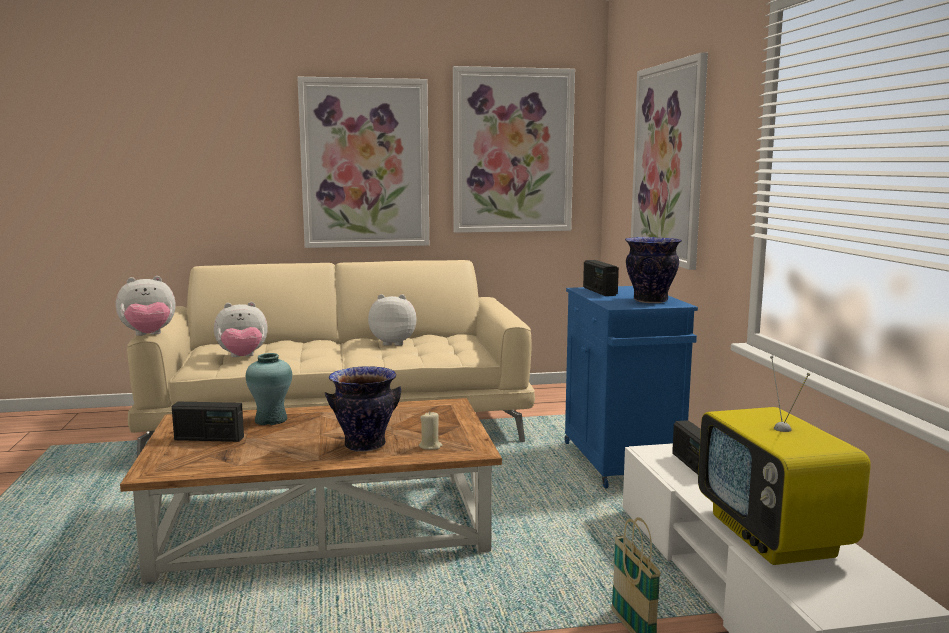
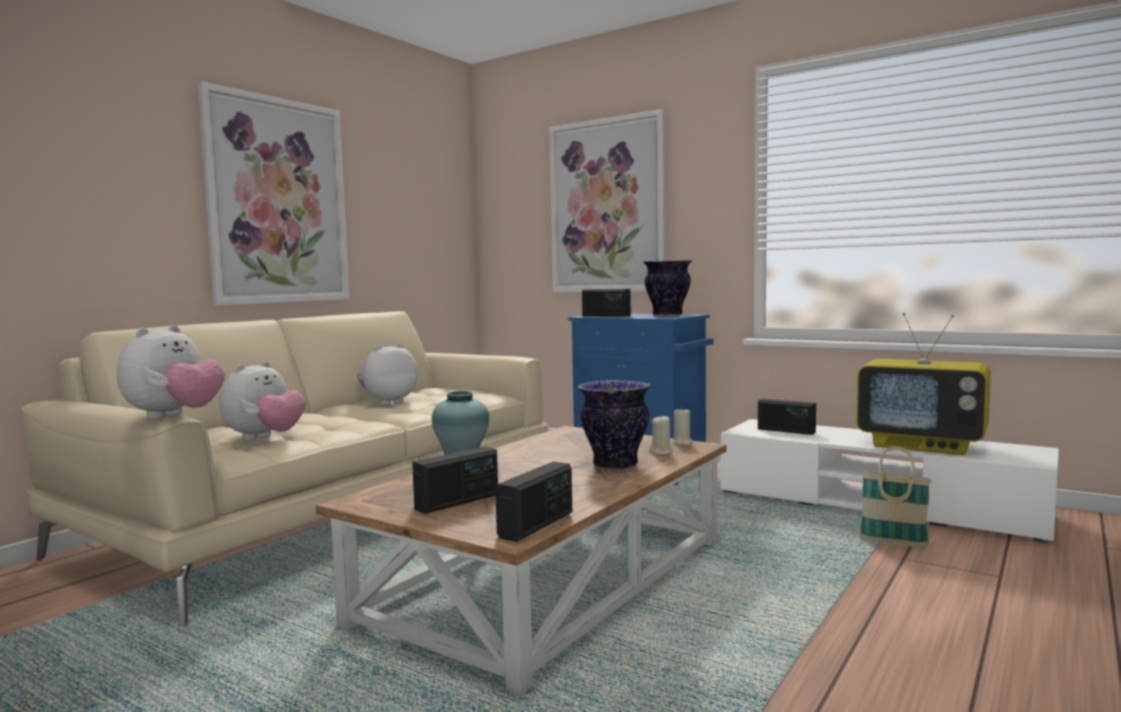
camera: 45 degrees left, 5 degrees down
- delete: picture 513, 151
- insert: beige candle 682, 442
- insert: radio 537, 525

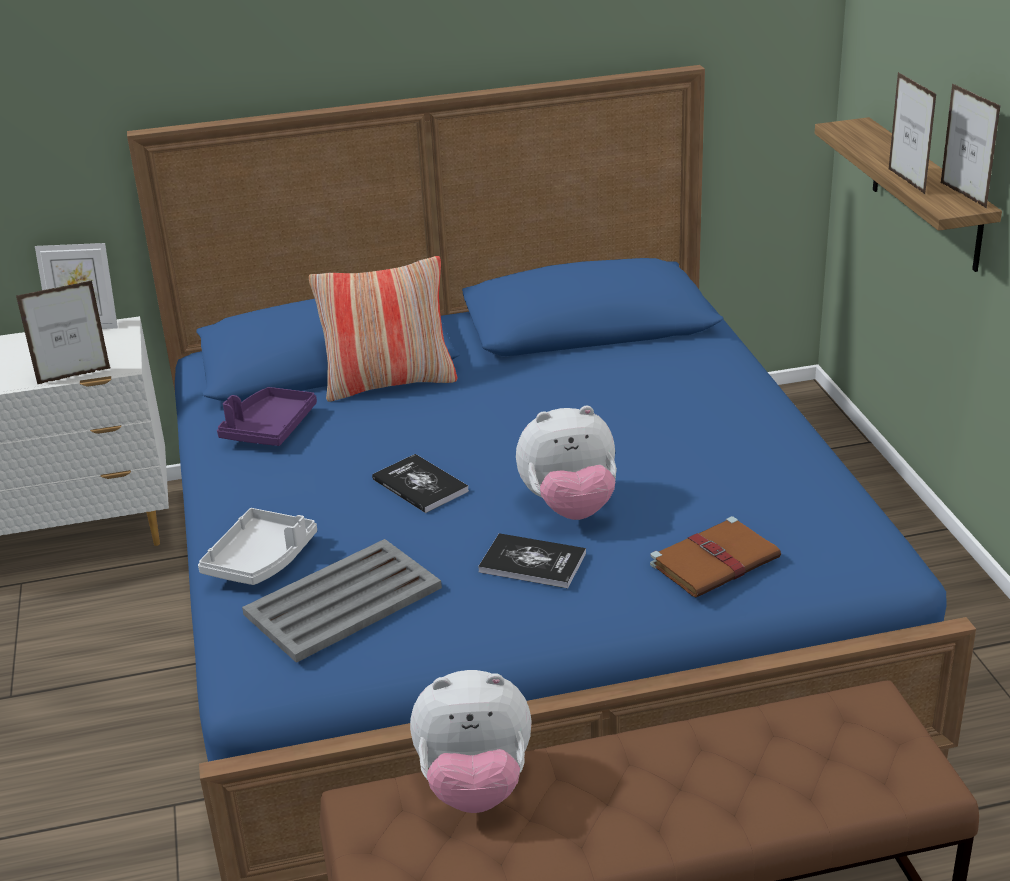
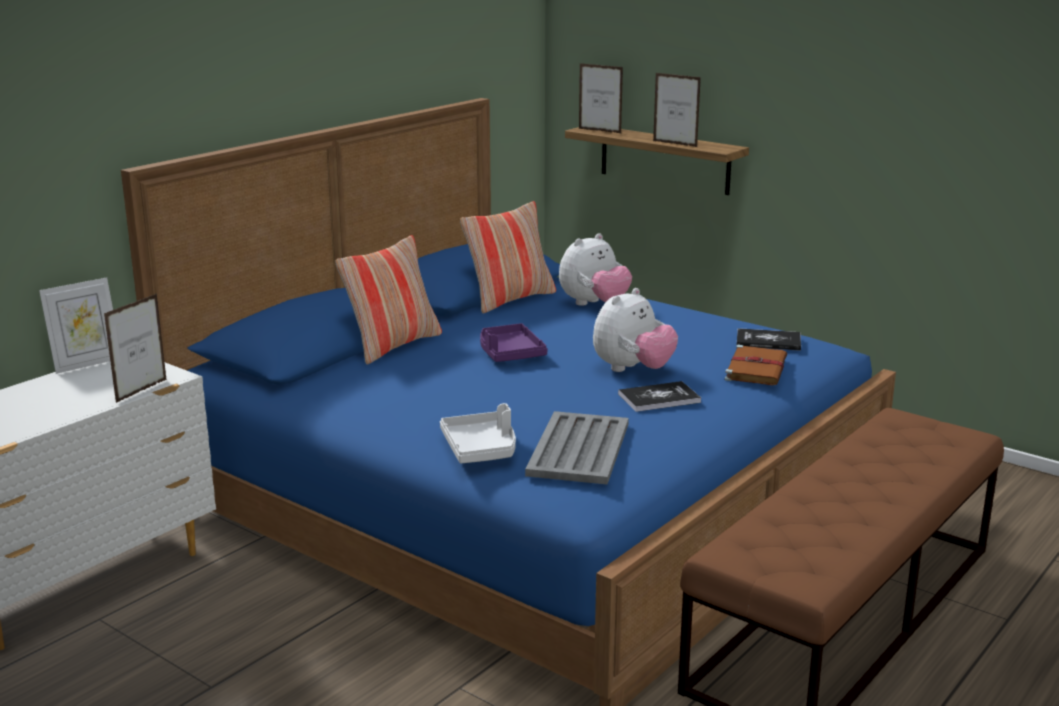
camera: 40 degrees left, 10 degrees down
- move: picture frame 963, 195 to 599, 131
- move: purple tray 269, 428 to 509, 353
- move: book 420, 485 to 768, 341
- move: plush toy 475, 786 to 594, 304
- insert: pillow 510, 299

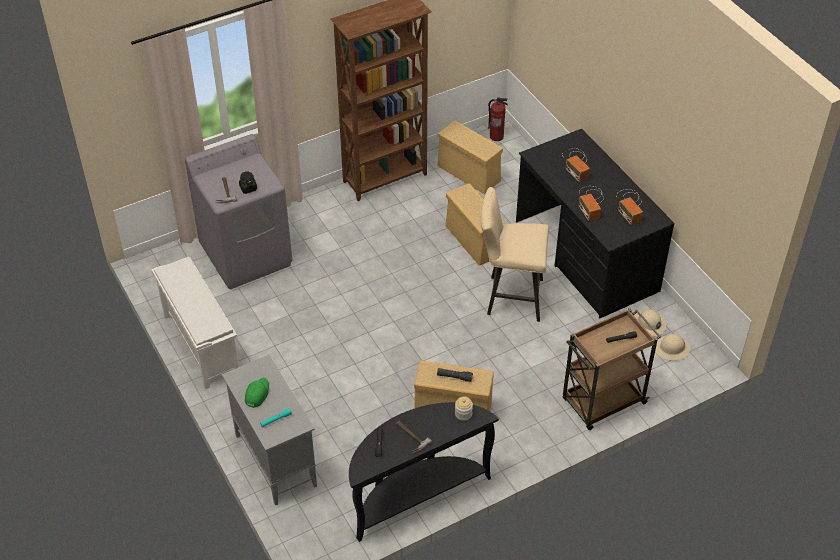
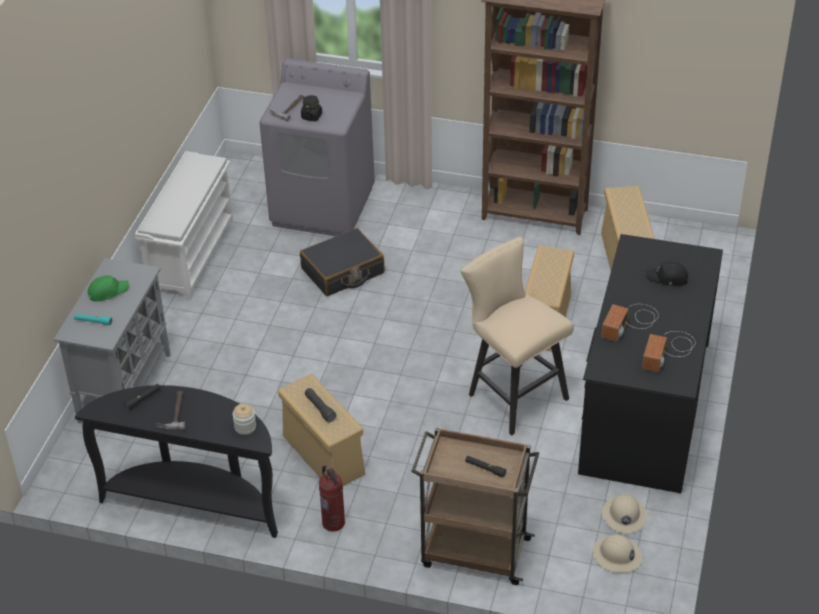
camera: 45 degrees right, 5 degrees down
- move: fire extinguisher 496, 136 to 334, 523
- replace: radio 576, 163 to black cap 667, 278
- insert: black suitcase 342, 271

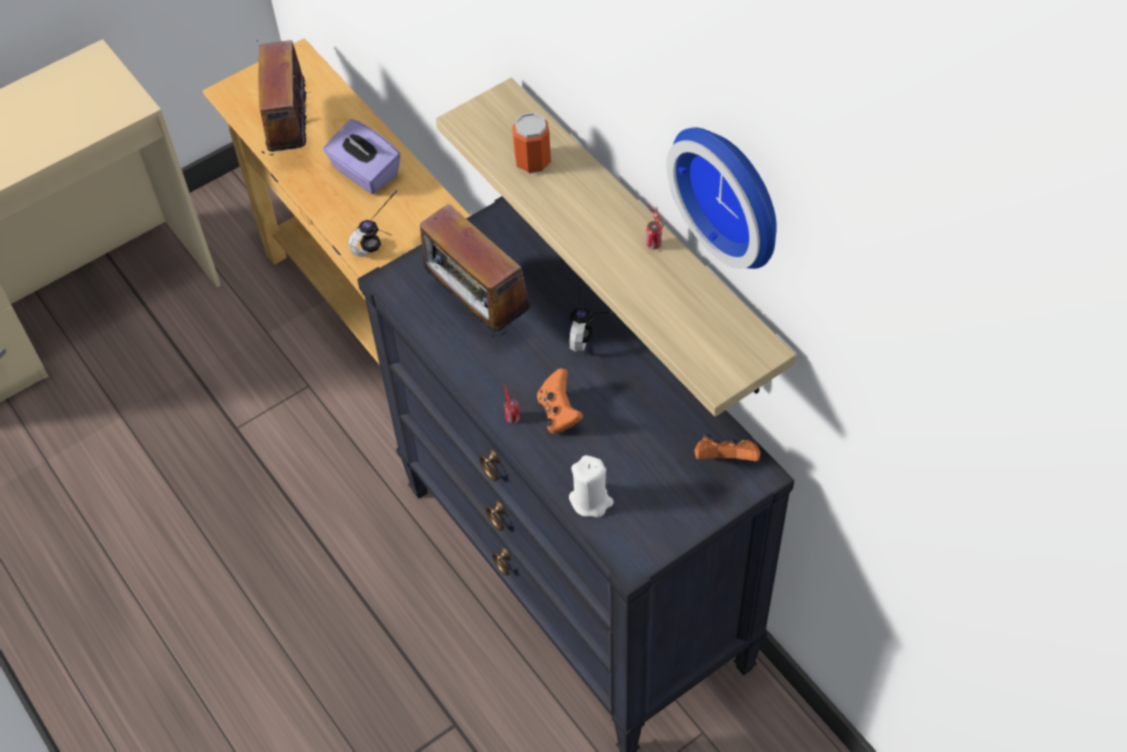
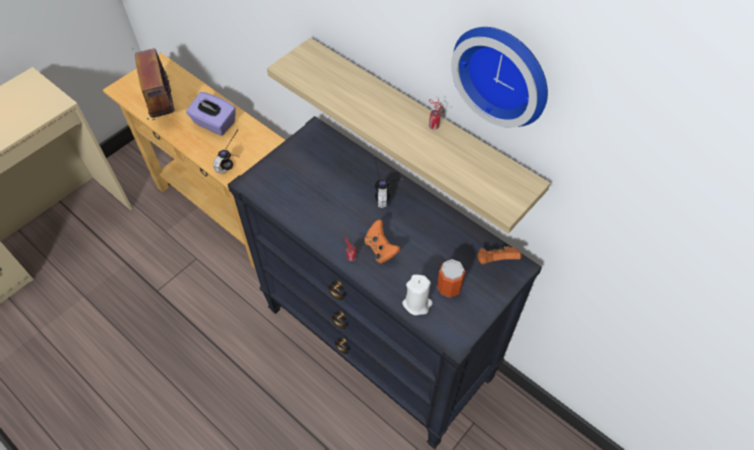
camera: 15 degrees left, 0 degrees up
- move: can 533, 161 to 449, 287
- delete: radio 477, 310

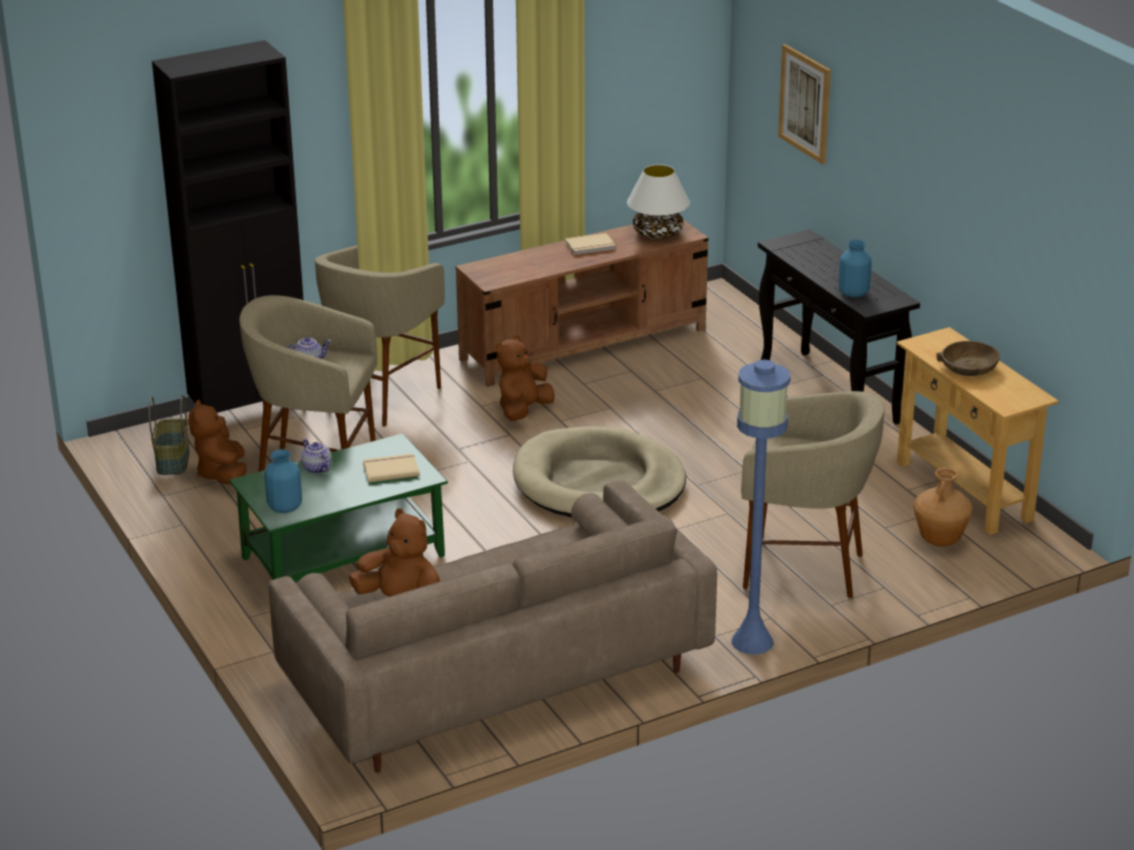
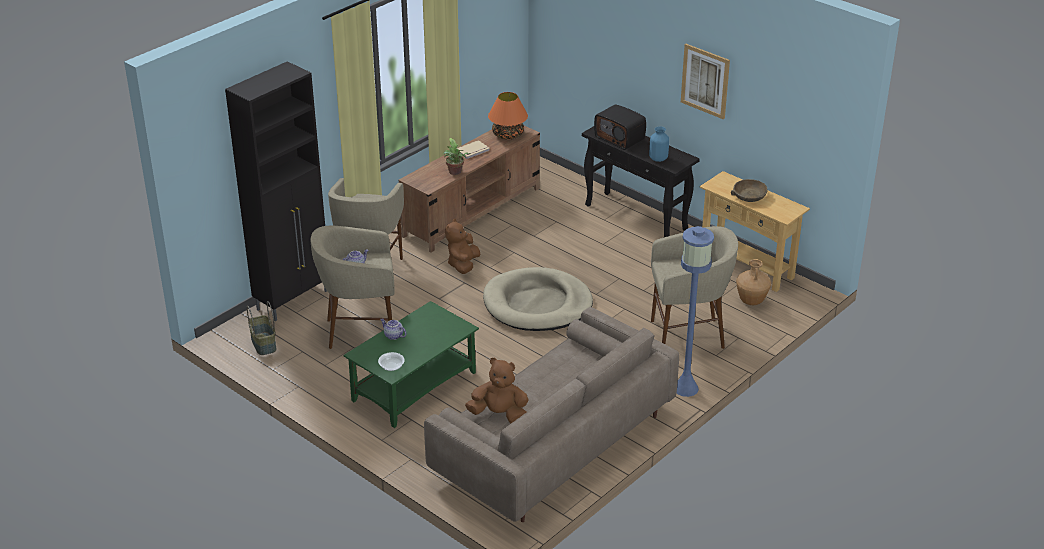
camera: 20 degrees left, 5 degrees up
- move: picture 805, 103 to 705, 81
- recolor: white table lamp 657, 233 to orange table lamp 507, 134
- delete: brown plush toy 222, 474
- replace: blue vase 285, 508 to bowl 391, 367
- delete: beige book 390, 469
- insert: radio 620, 138
- insert: potted plant 455, 173

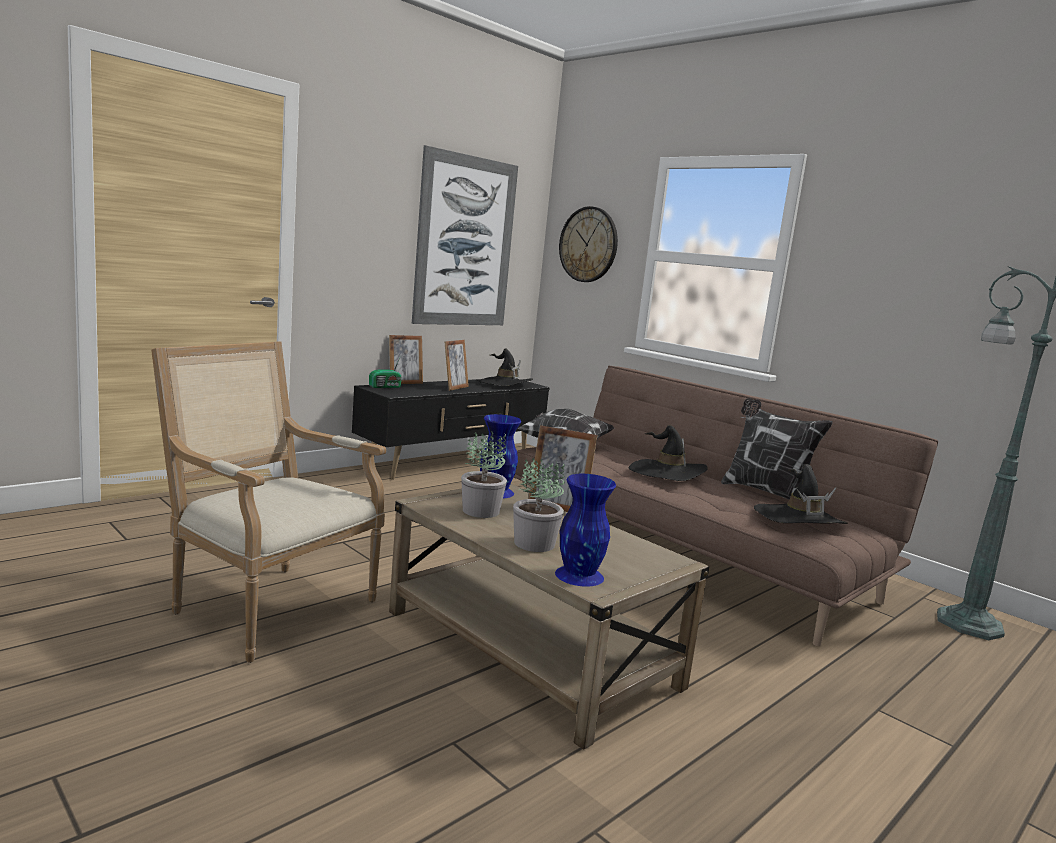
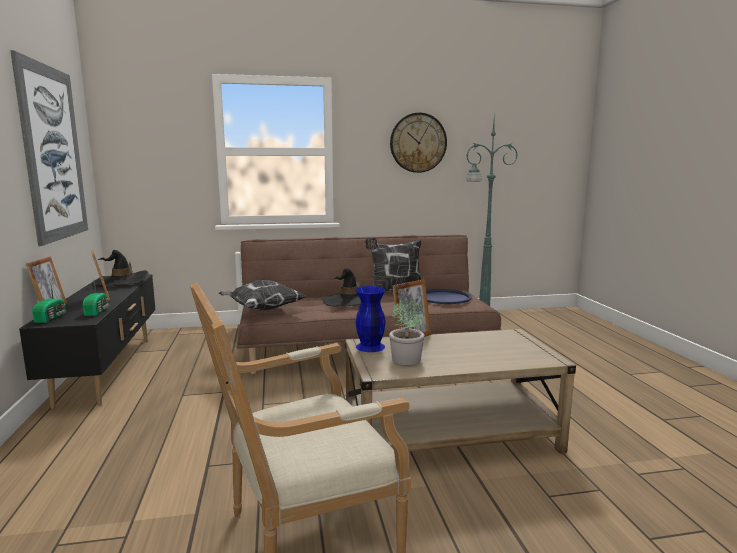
camera: 55 degrees left, 0 degrees up
- move: wall clock 588, 244 to 418, 143
- delete: potted plant 534, 544
- replace: black hat 798, 520 to blue tray 444, 297
- delete: blue vase 579, 575
- insert: radio 97, 311

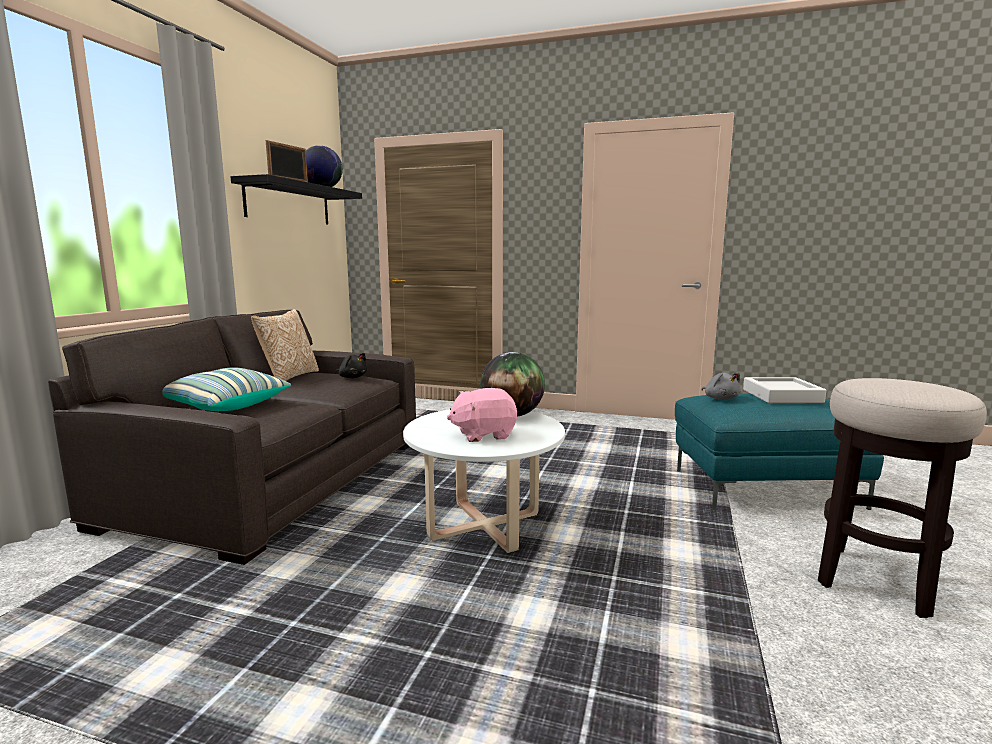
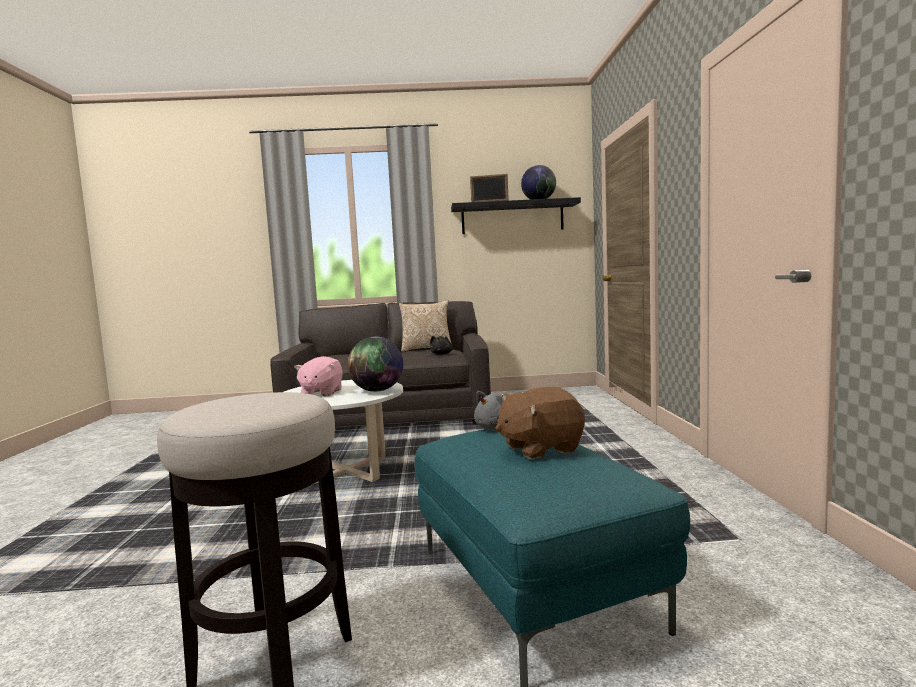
camera: 70 degrees right, 5 degrees down
- delete: pillow 225, 406
- replace: grey tray 782, 396 to brown plush toy 540, 448
- rotate: pink plush toy 483, 434 = 321, 393 135 degrees counterclockwise

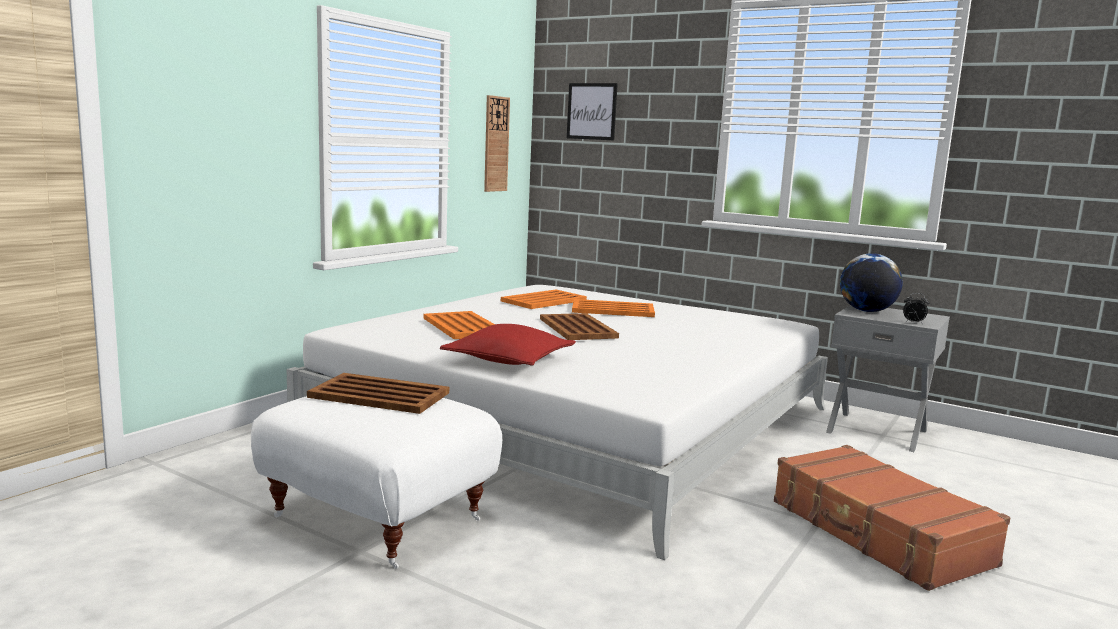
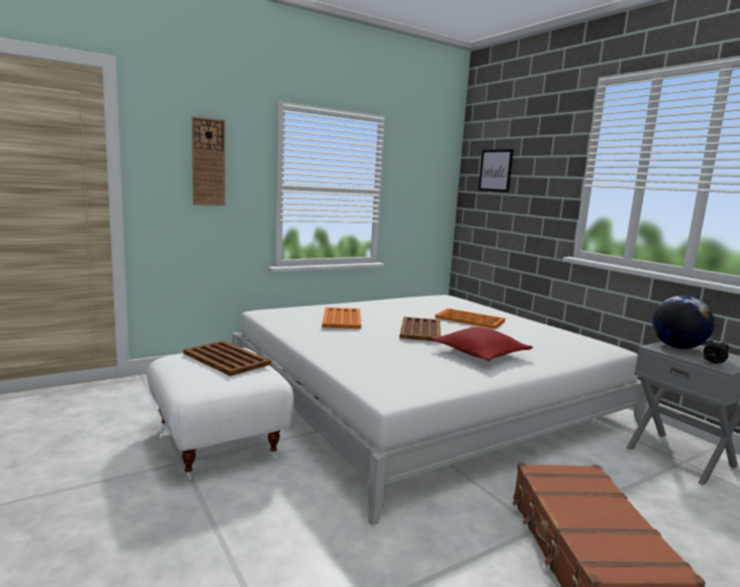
camera: 25 degrees right, 0 degrees up
- move: wall clock 496, 144 to 208, 162
- delete: orange tray 544, 300
- move: red pillow 509, 360 to 480, 354

